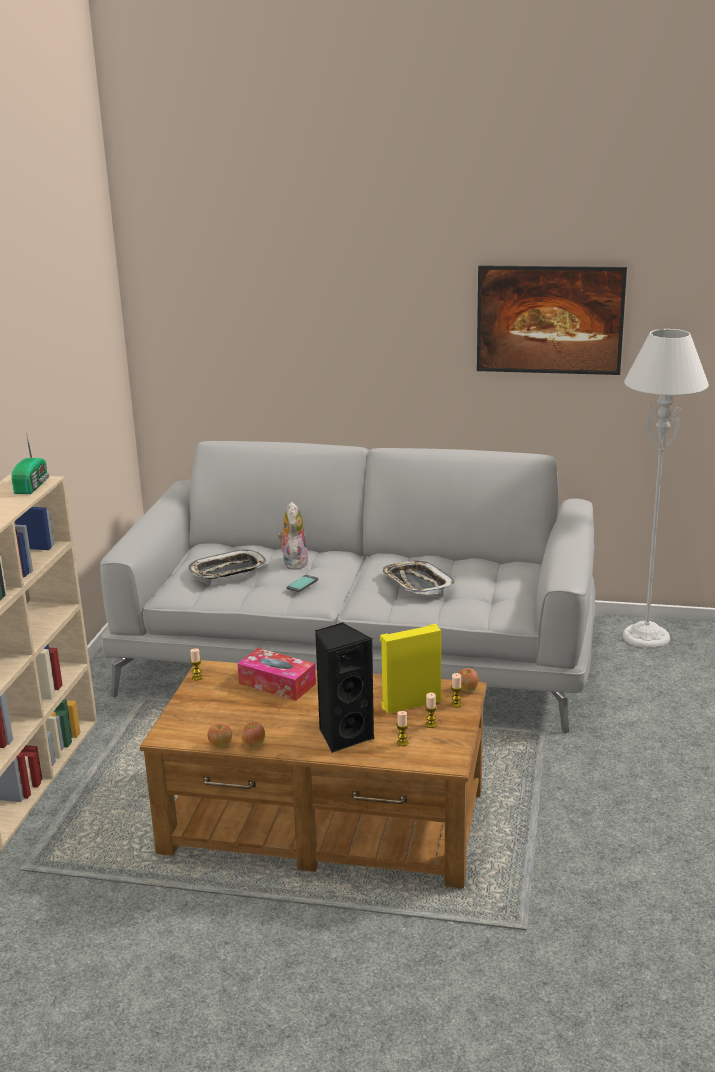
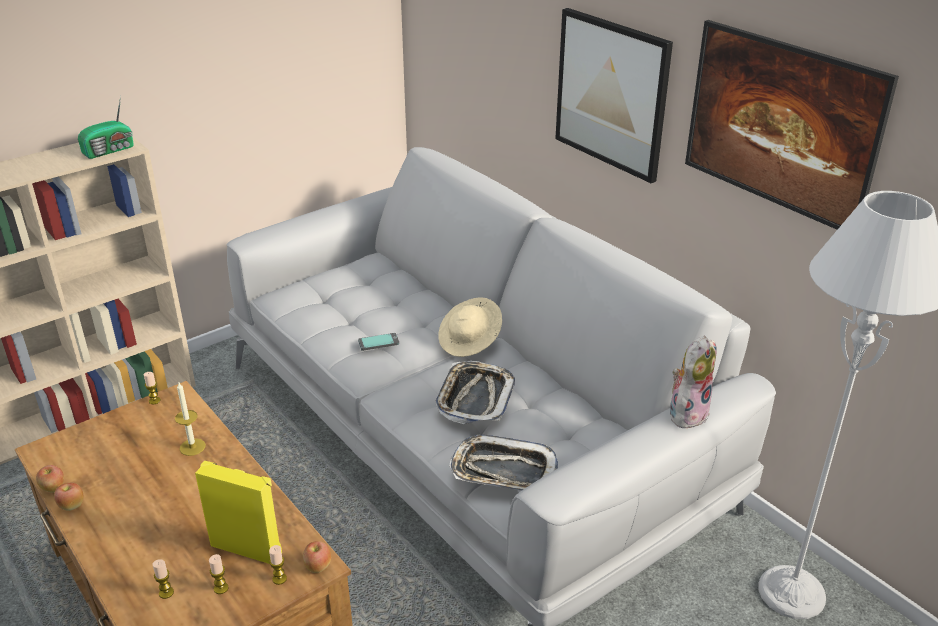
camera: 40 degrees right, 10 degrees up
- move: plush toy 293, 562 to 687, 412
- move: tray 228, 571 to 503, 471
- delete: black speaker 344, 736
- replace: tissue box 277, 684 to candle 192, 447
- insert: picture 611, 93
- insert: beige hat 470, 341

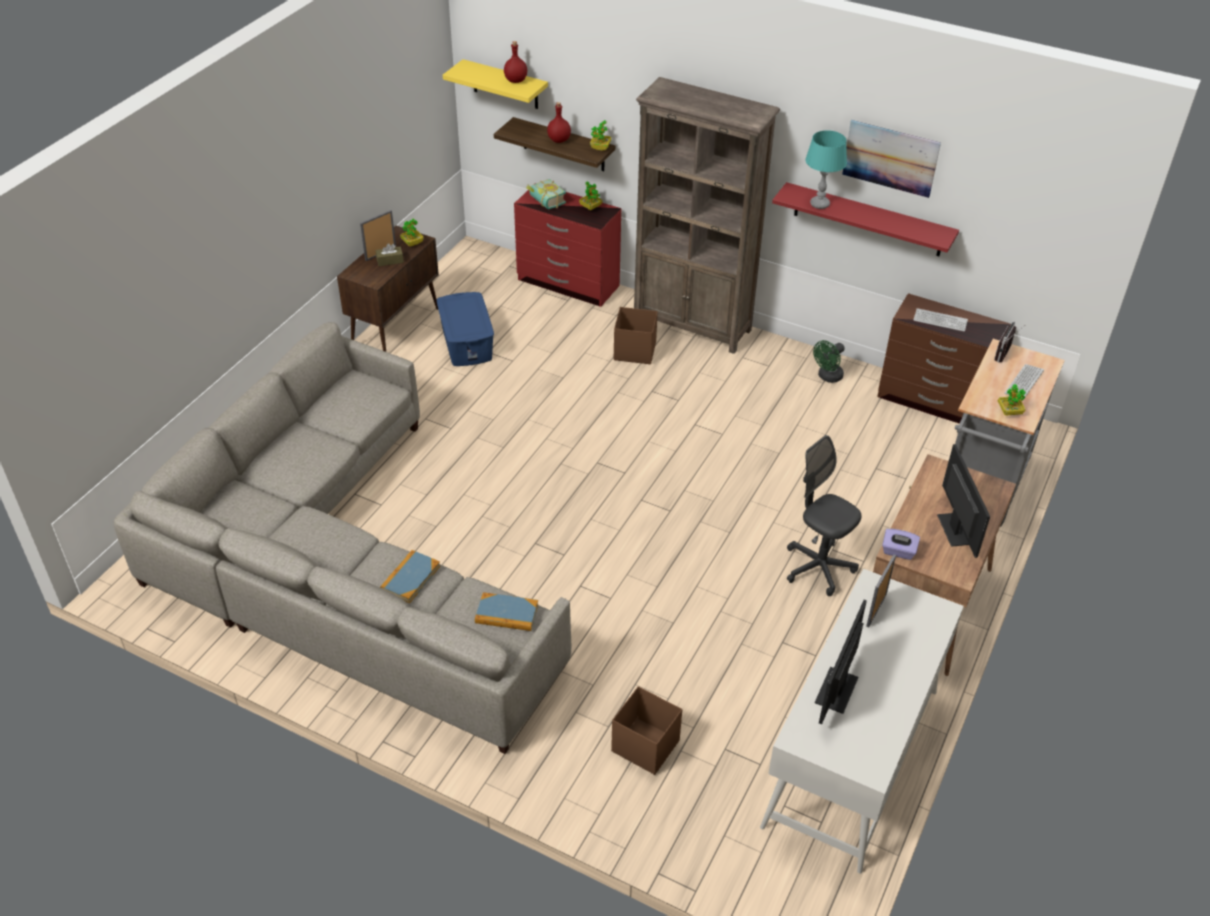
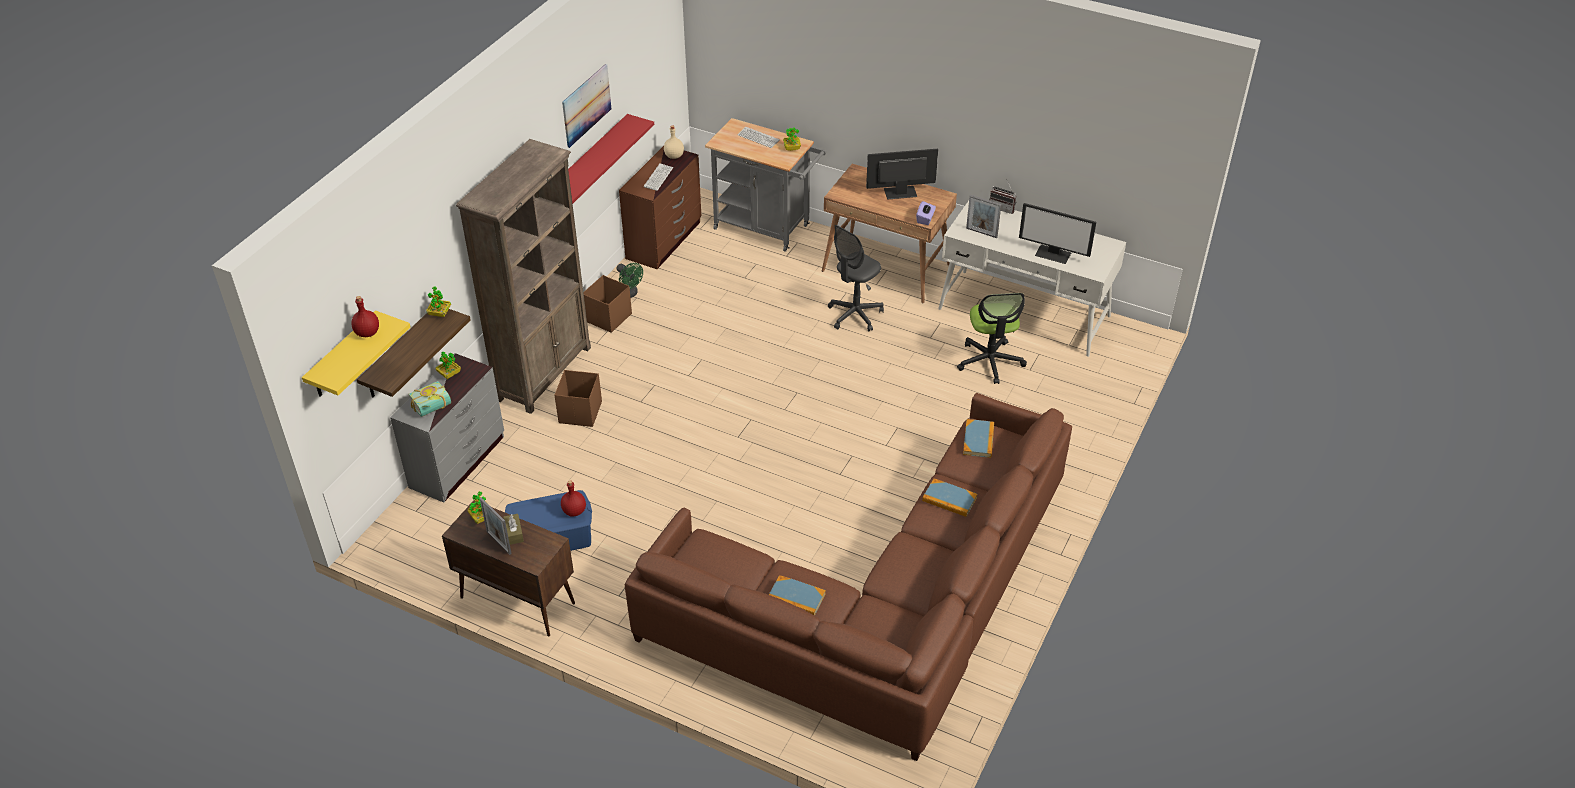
camera: 90 degrees left, 0 degrees up
- move: red bottle 558, 140 to 574, 511
- delete: turquoise table lamp 819, 204
- recolor: red dresser 568, 283 to grey dresser 459, 462
- move: radio 1006, 355 to 1003, 208
- recolor: grey sofa 340, 568 to brown sofa 880, 604
- move: brown storage box 645, 745 to 608, 318
- insert: beige bottle 674, 156
- insert: office chair 990, 361
- insert: book 796, 598

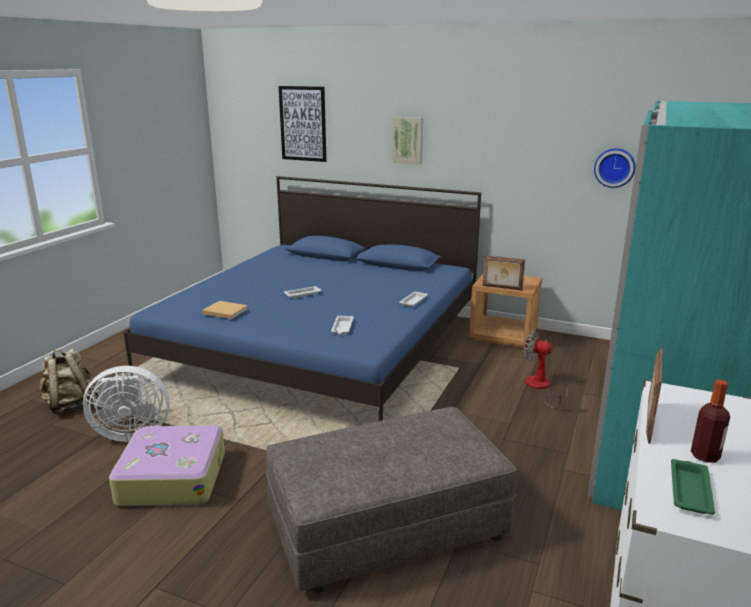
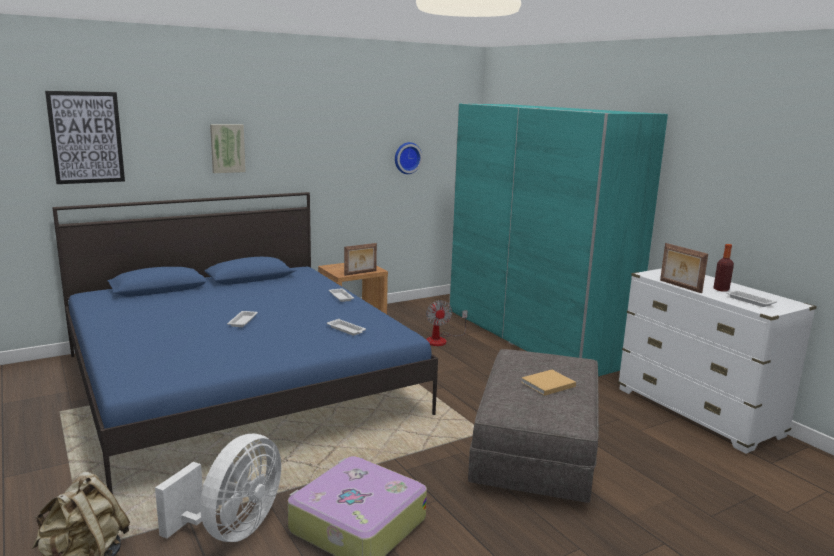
camera: 55 degrees left, 5 degrees down
- move: beige book 224, 311 to 547, 384
- rotate: fan 541, 387 = 441, 340 75 degrees counterclockwise
- recolor: green tray 690, 490 to white tray 749, 301

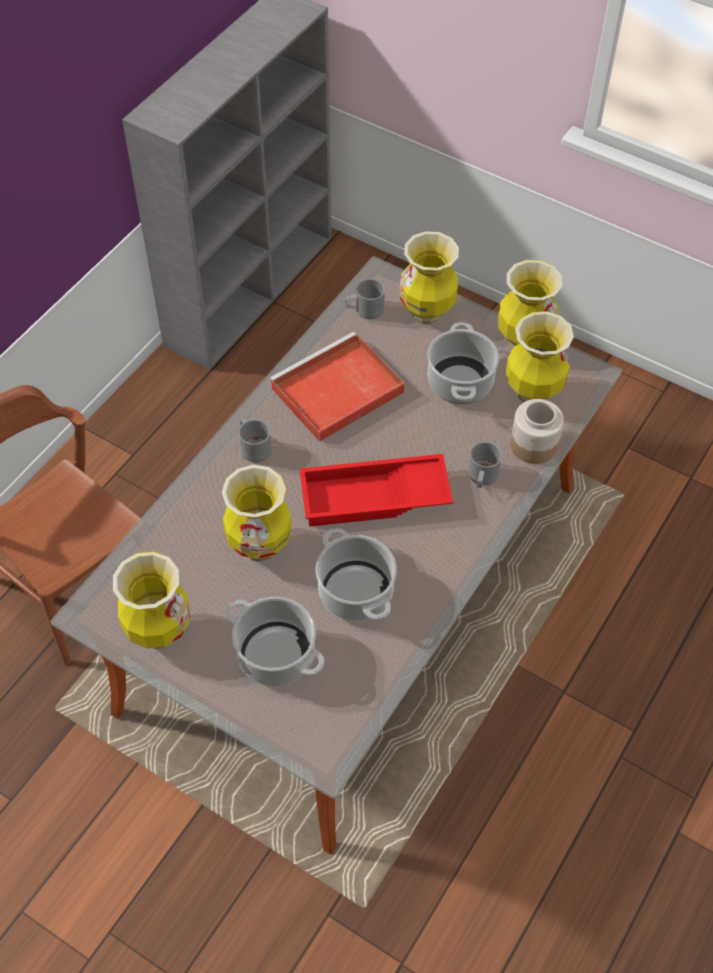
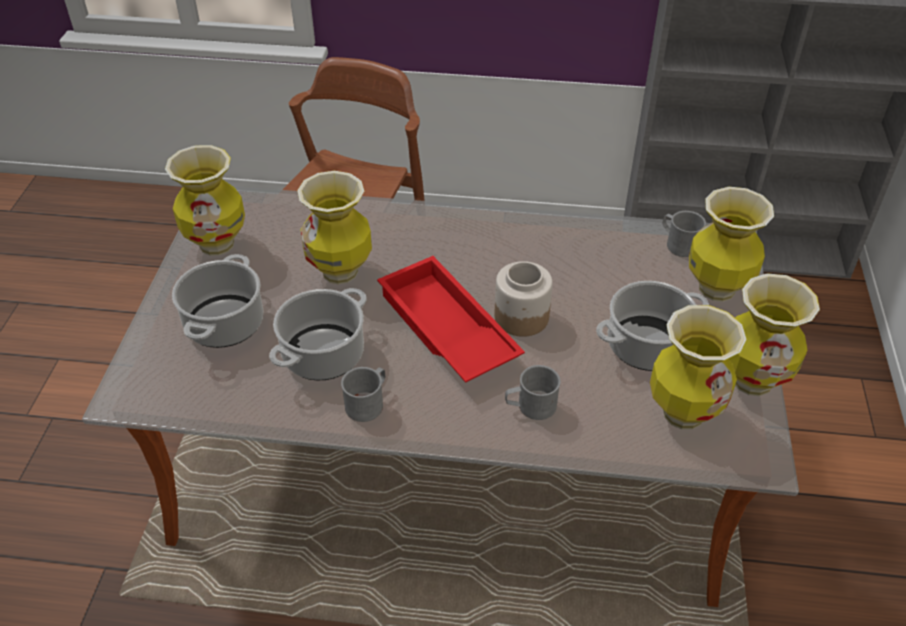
camera: 65 degrees right, 10 degrees down
- delete: red tray 335, 391
- move: jar 533, 445 to 520, 317
- move: grey mug 253, 447 to 368, 403

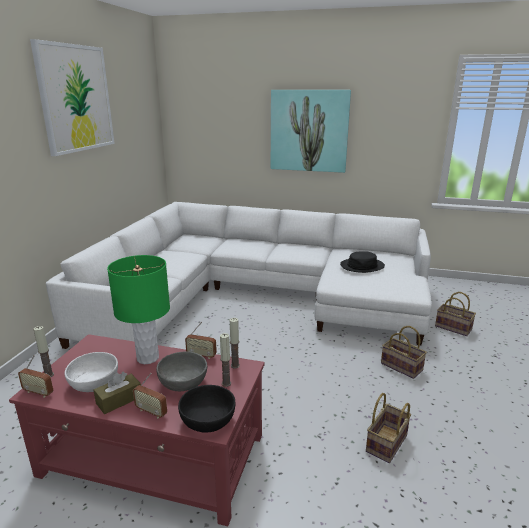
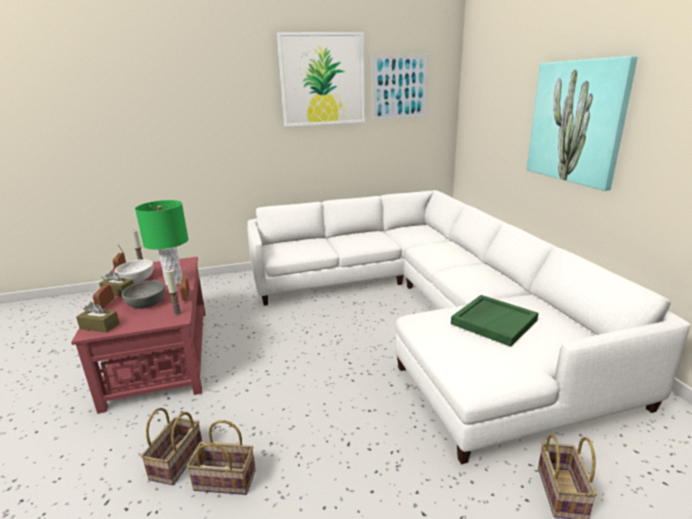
camera: 60 degrees right, 0 degrees up
- replace: black hat 362, 266 to green tray 493, 321
- move: basket 402, 367 to 177, 463
- delete: candle 226, 383
- replace: black bowl 208, 420 to brown tissue box 99, 326
- insert: picture 399, 87

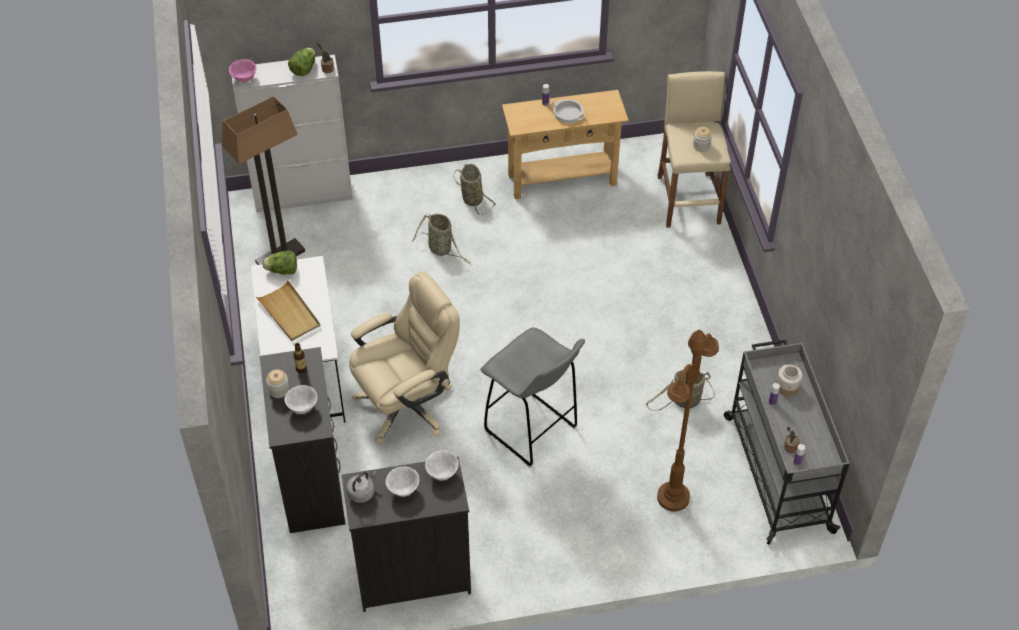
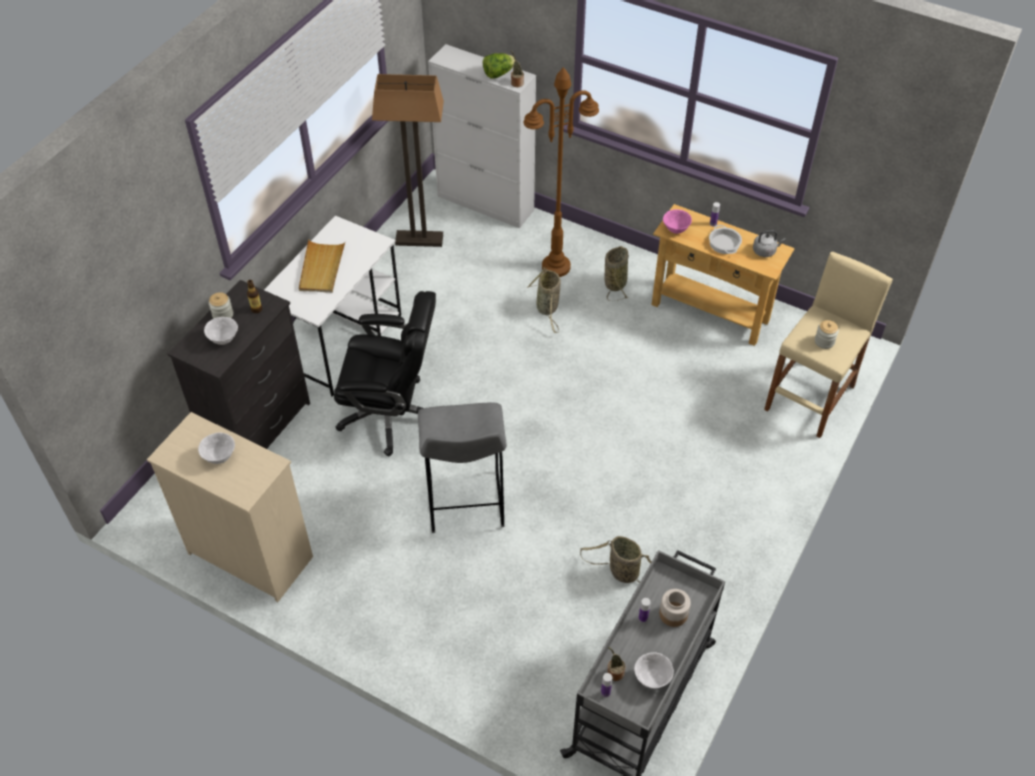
camera: 40 degrees right, 0 degrees up
- move: pink bowl 244, 79 to 675, 229
- delete: lettuce 282, 271
- recolor: beige office chair 407, 404 to black office chair 391, 414
- move: brown floor lamp 673, 498 to 555, 267
- move: white bowl 442, 473 to 652, 678
- recolor: black dresser 411, 577 to beige dresser 250, 554
- move: grey kettle 362, 492 to 765, 251

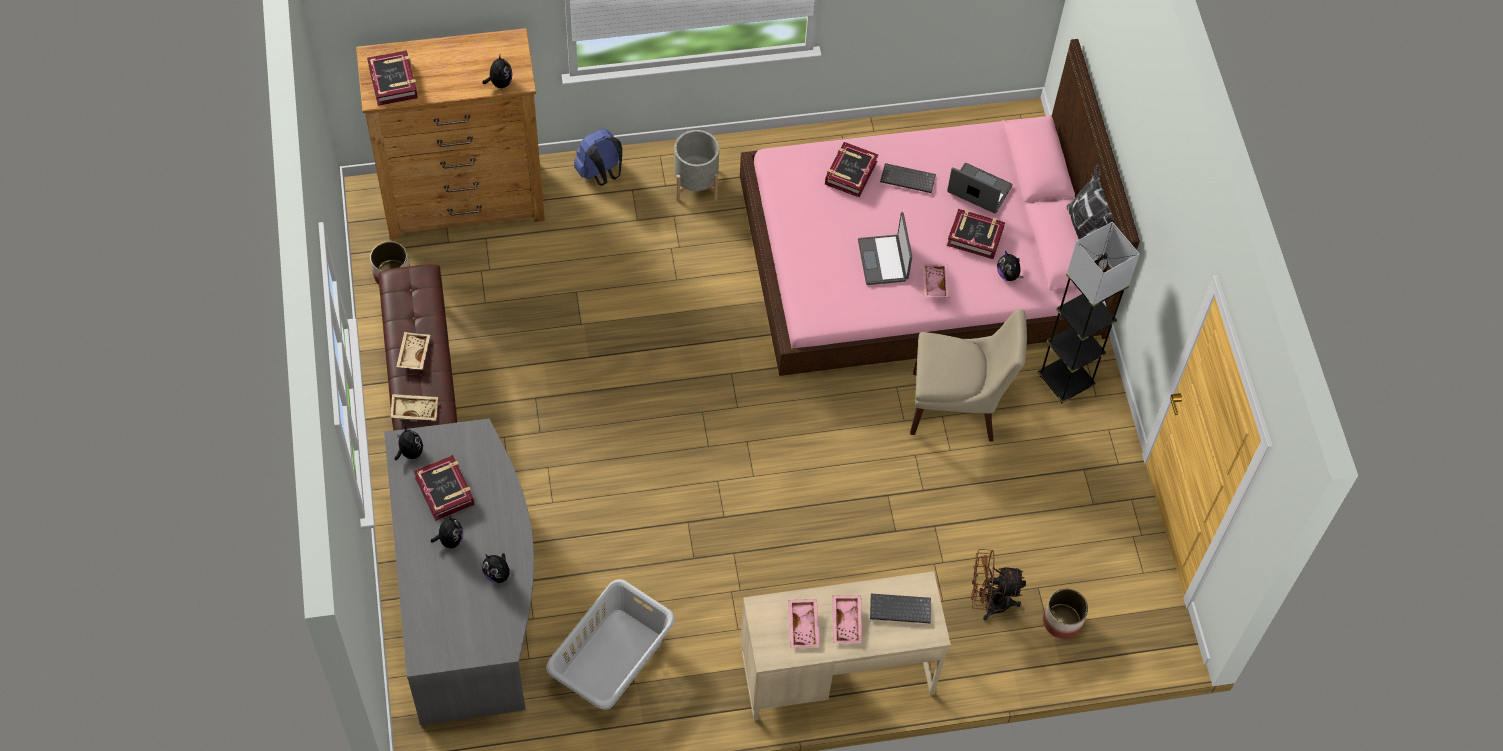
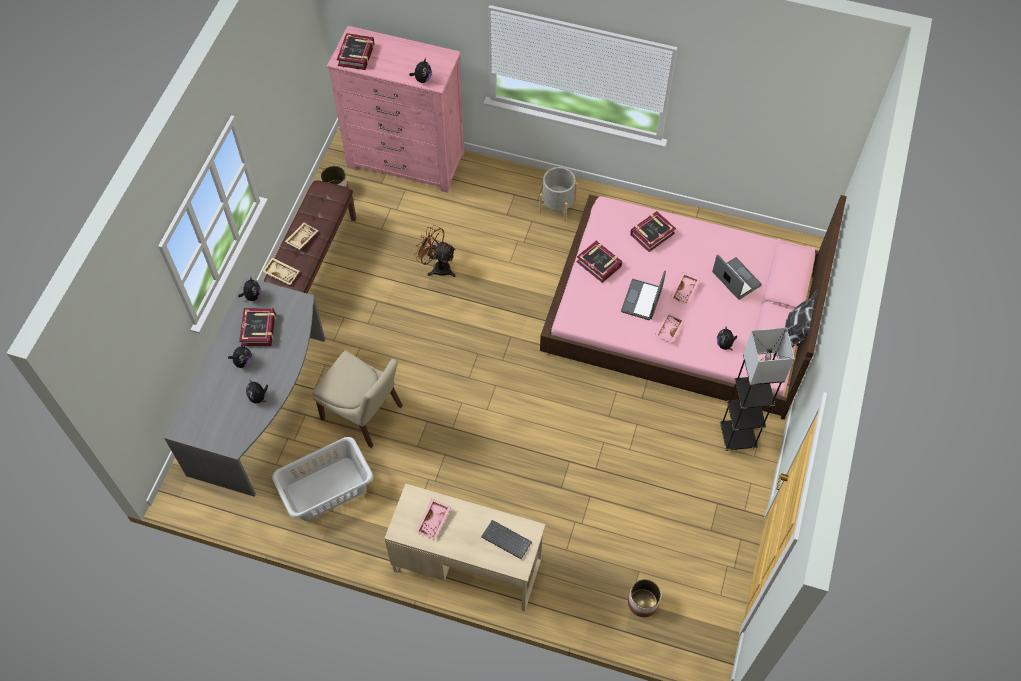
camera: 30 degrees right, 0 degrees up
- recolor: brown dresser 464, 200 to pink dresser 406, 161
- delete: blue backpack 600, 174
- delete: keyboard 906, 180
- move: book 975, 237 to 599, 264
- move: beige chair 957, 406 to 364, 414
- move: brown fan 989, 601 to 437, 267
- move: pink tray 847, 622 to 685, 291

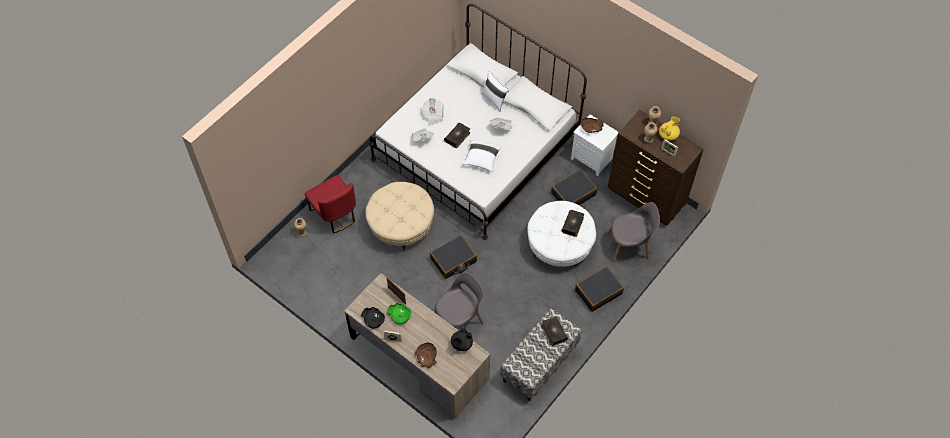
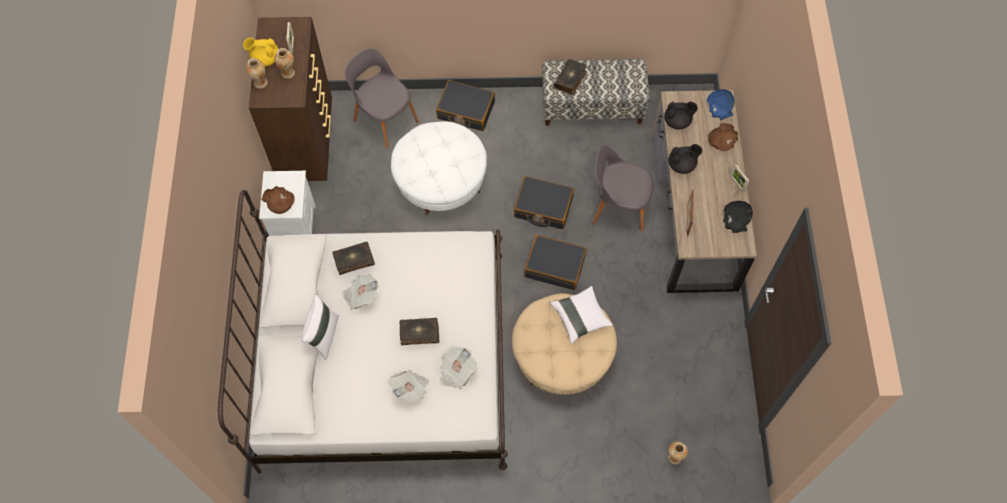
camera: 130 degrees left, 5 degrees up
- move: white pillow 481, 159 to 580, 318
- move: black suitcase 573, 193 to 543, 207
- delete: red chair 334, 214
- move: book 573, 225 to 354, 260
- delete: green bowl 399, 315
- insert: blue bowl 720, 107
- insert: black teapot 682, 165

